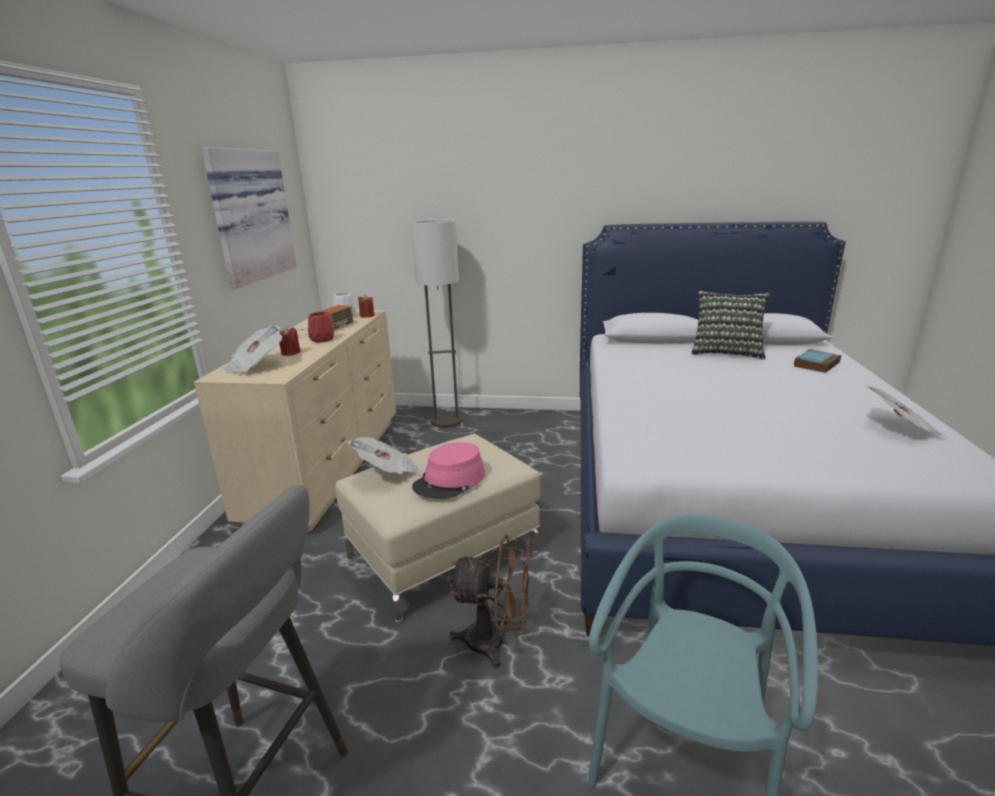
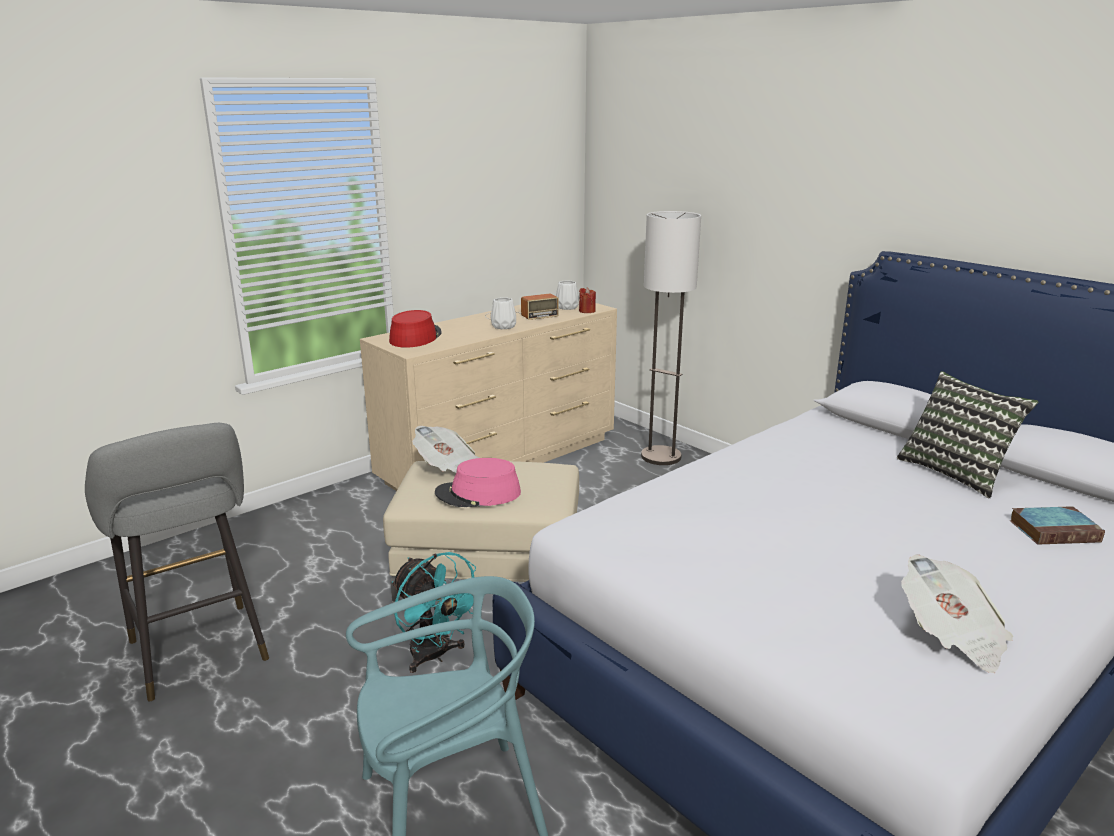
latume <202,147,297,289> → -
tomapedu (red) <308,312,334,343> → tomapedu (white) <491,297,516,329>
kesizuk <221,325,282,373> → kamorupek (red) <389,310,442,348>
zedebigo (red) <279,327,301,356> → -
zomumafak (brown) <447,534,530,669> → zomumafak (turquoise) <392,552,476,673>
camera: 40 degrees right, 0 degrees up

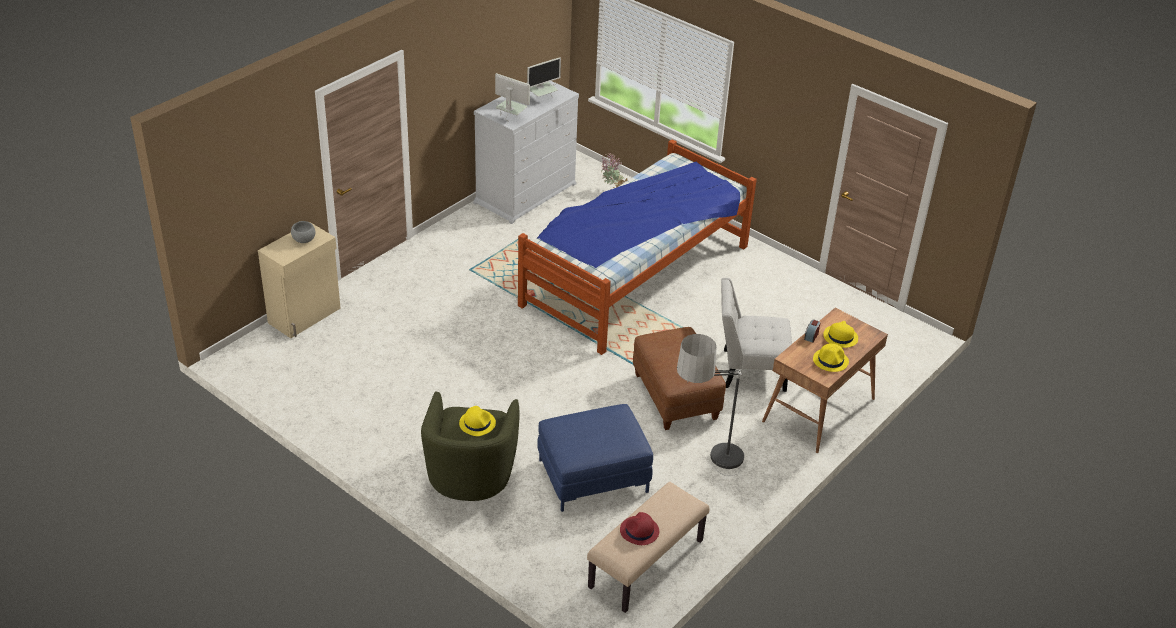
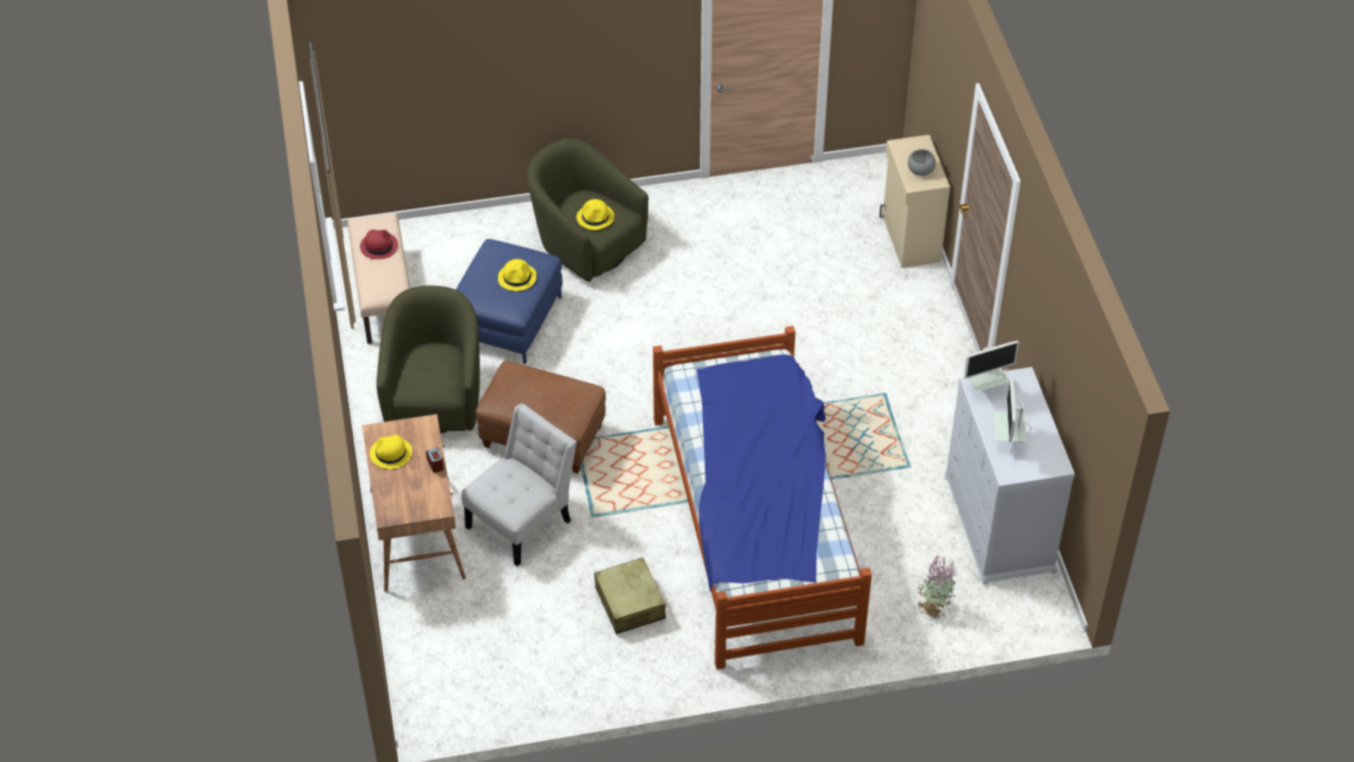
kamorupek (yellow) <823,321,858,348> → kamorupek (yellow) <498,259,537,291>, shifted
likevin <677,334,745,476> → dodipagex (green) <376,286,480,433>
- → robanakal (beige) <594,557,666,634>
camera: 130 degrees right, 10 degrees up

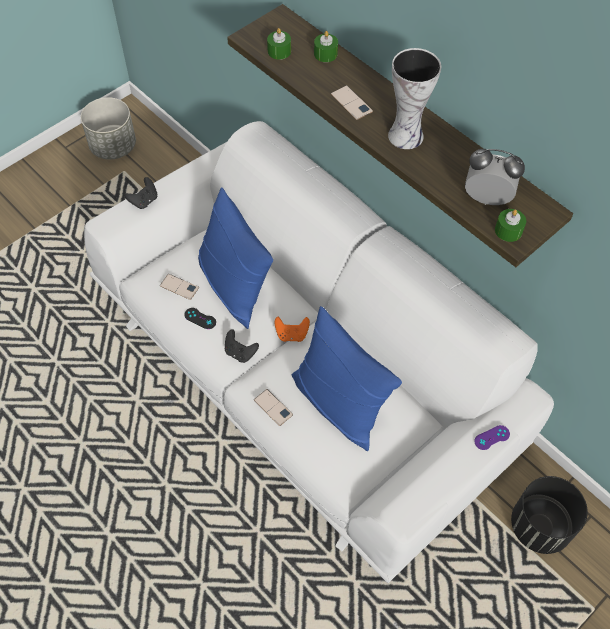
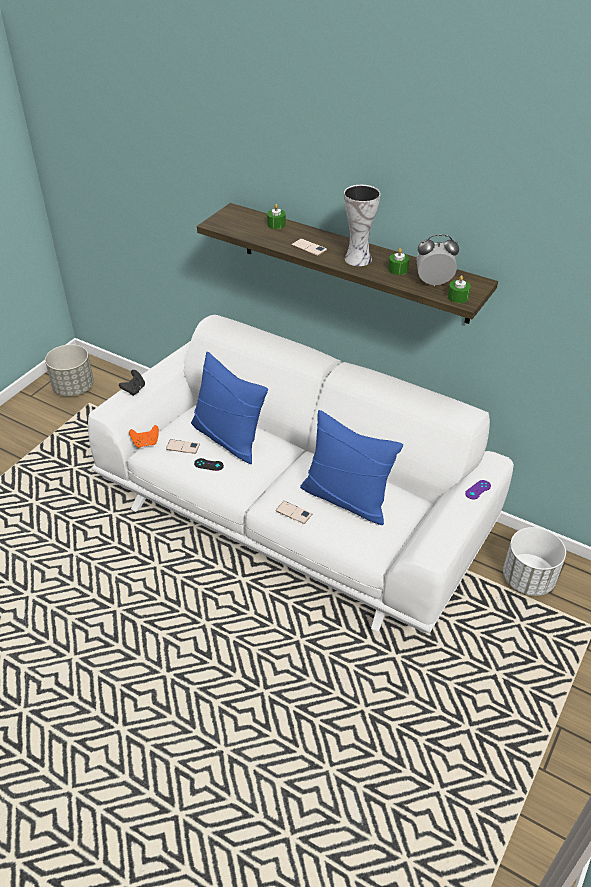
zedebigo (green) <267,28,291,60> → zedebigo (green) <388,248,409,275>, shifted
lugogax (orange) <275,317,310,342> → lugogax (orange) <129,425,159,448>, shifted
lugogax (black) <225,329,259,363> → -
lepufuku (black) <511,476,588,554> → lepufuku (white) <503,527,566,596>
camera: 15 degrees left, 15 degrees down

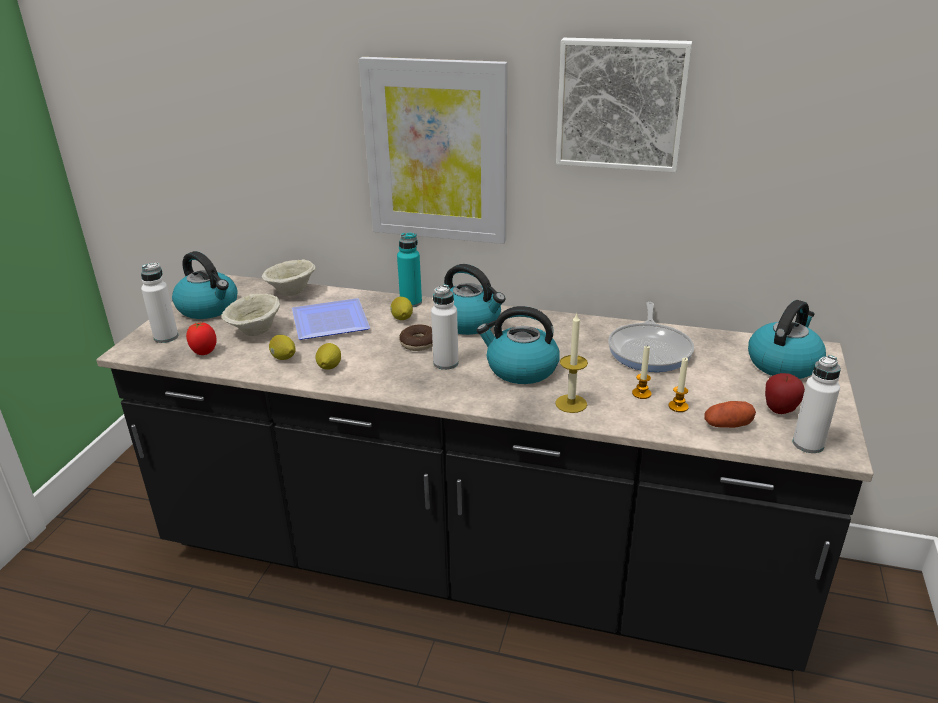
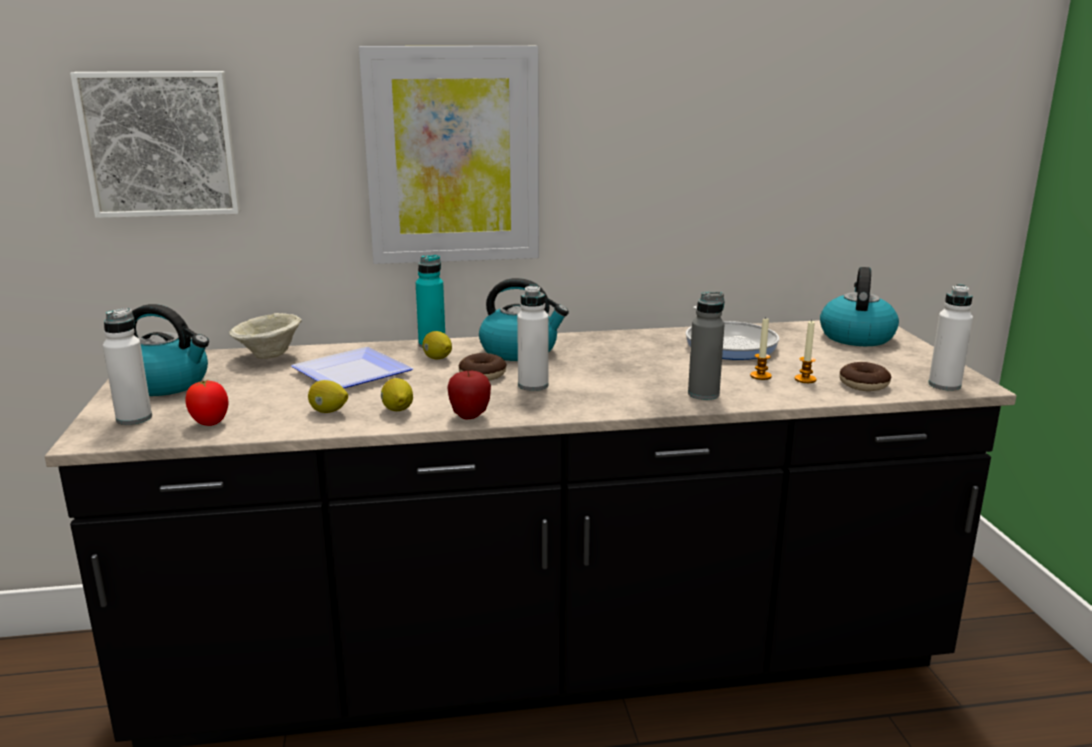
latume <556,38,692,172> → latume <70,71,241,218>, shifted
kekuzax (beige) <221,294,280,336> → -
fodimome <477,306,560,384> → -
zedebigo <555,314,588,413> → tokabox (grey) <688,292,725,400>
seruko <765,373,805,414> → seruko <447,371,491,419>, shifted
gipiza <705,401,756,428> → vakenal <839,362,891,391>
camera: 25 degrees left, 10 degrees down

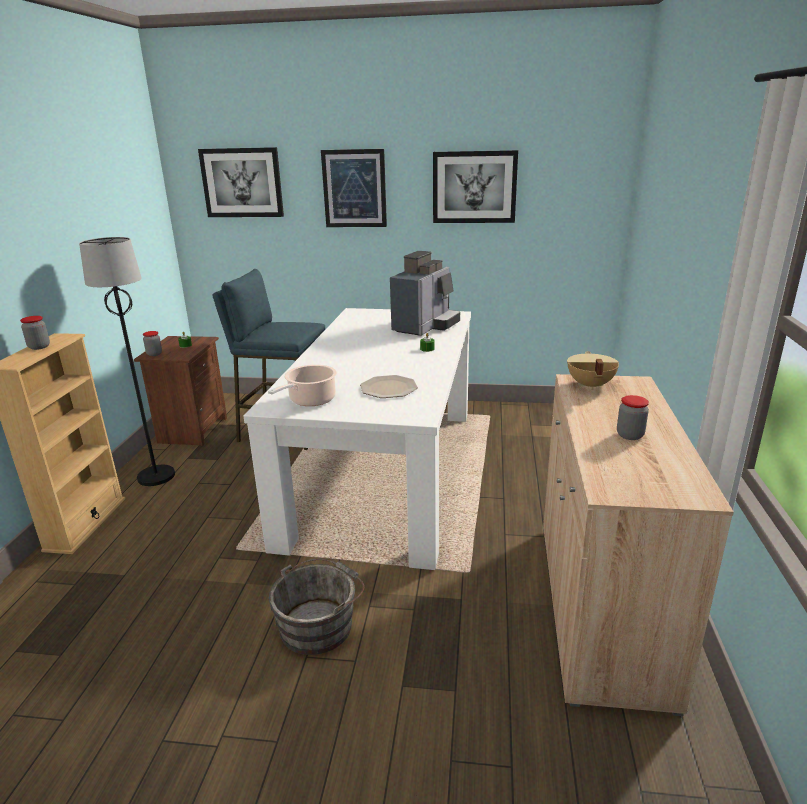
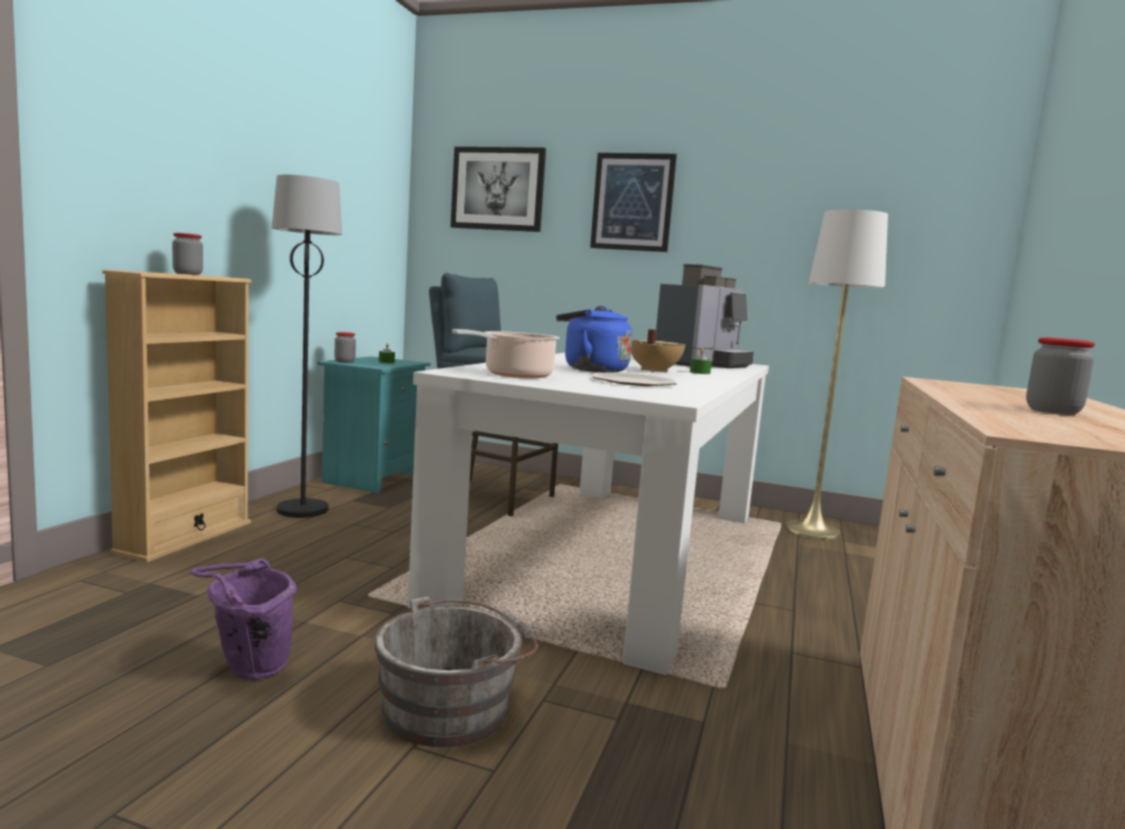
latume <433,150,518,223> → -
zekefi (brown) <134,336,227,446> → zekefi (turquoise) <317,356,430,493>
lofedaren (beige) <567,351,619,390> → lofedaren (beige) <631,329,686,373>, shifted
- → likevin (white) <785,209,888,540>
- → fodimome (blue) <556,306,633,373>
- → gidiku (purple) <190,558,296,679>
camera: 10 degrees right, 15 degrees down

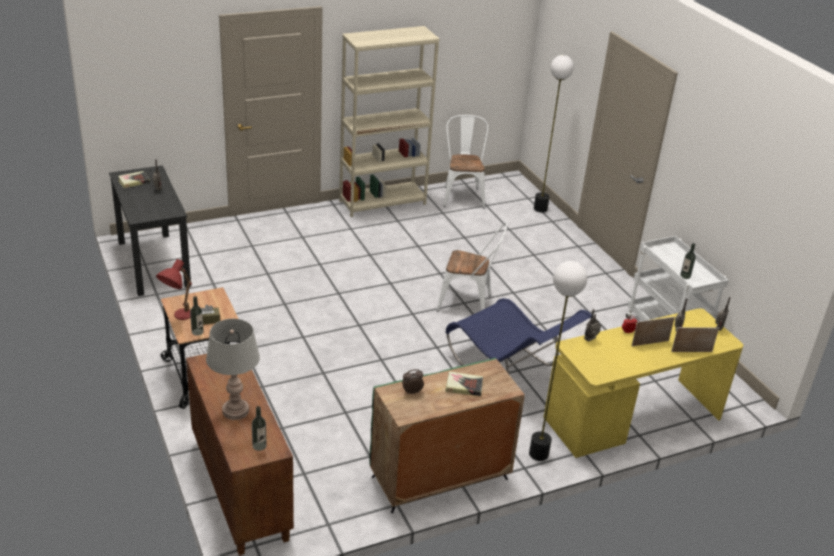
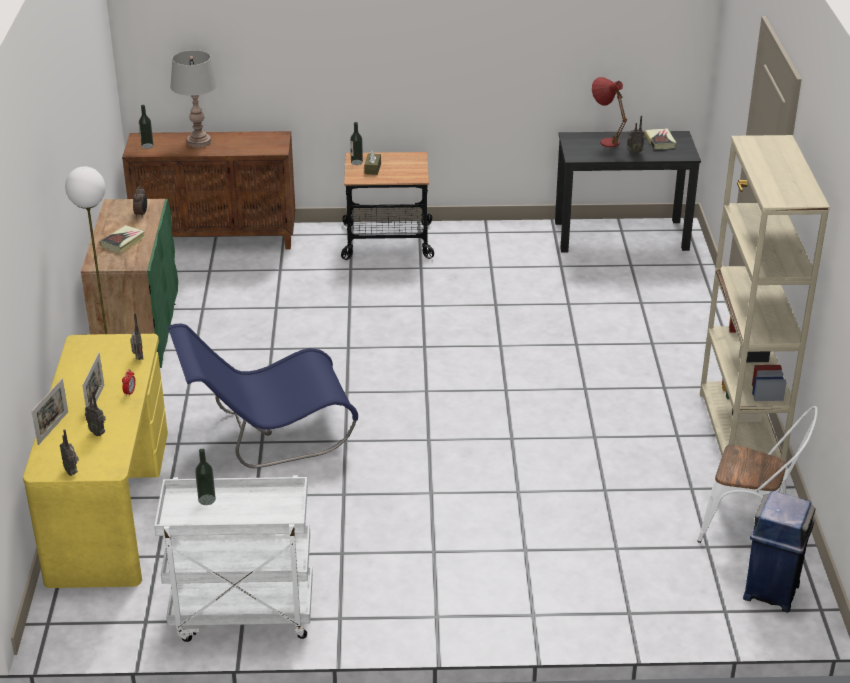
likevin <534,55,574,213> → -
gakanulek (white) <436,222,507,312> → -
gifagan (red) <156,259,192,320> → gifagan (red) <592,77,628,147>, shifted
- → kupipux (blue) <743,491,815,613>
camera: 115 degrees right, 0 degrees up

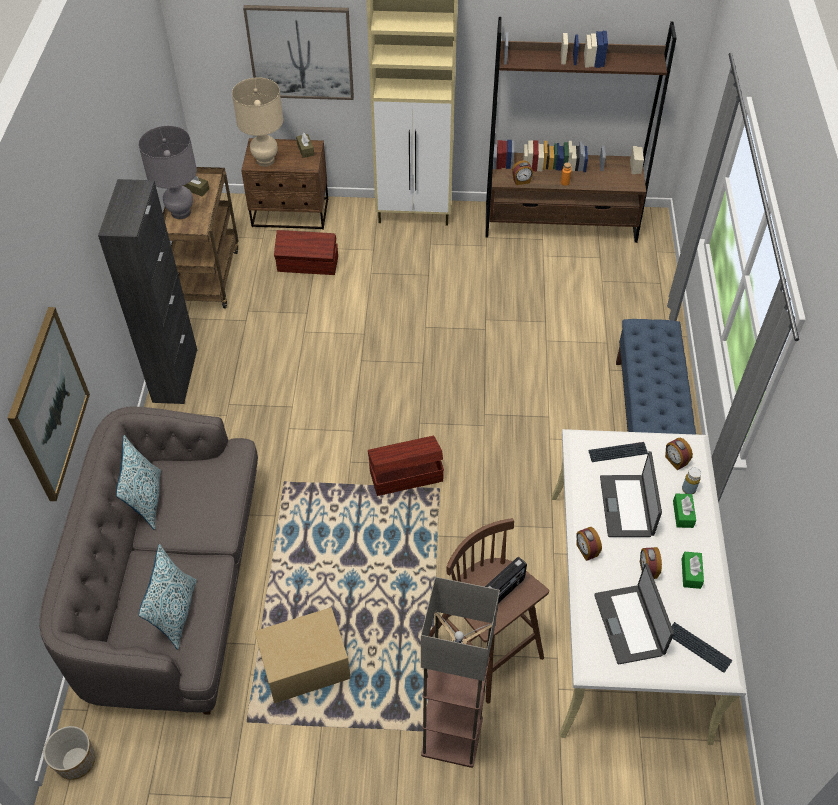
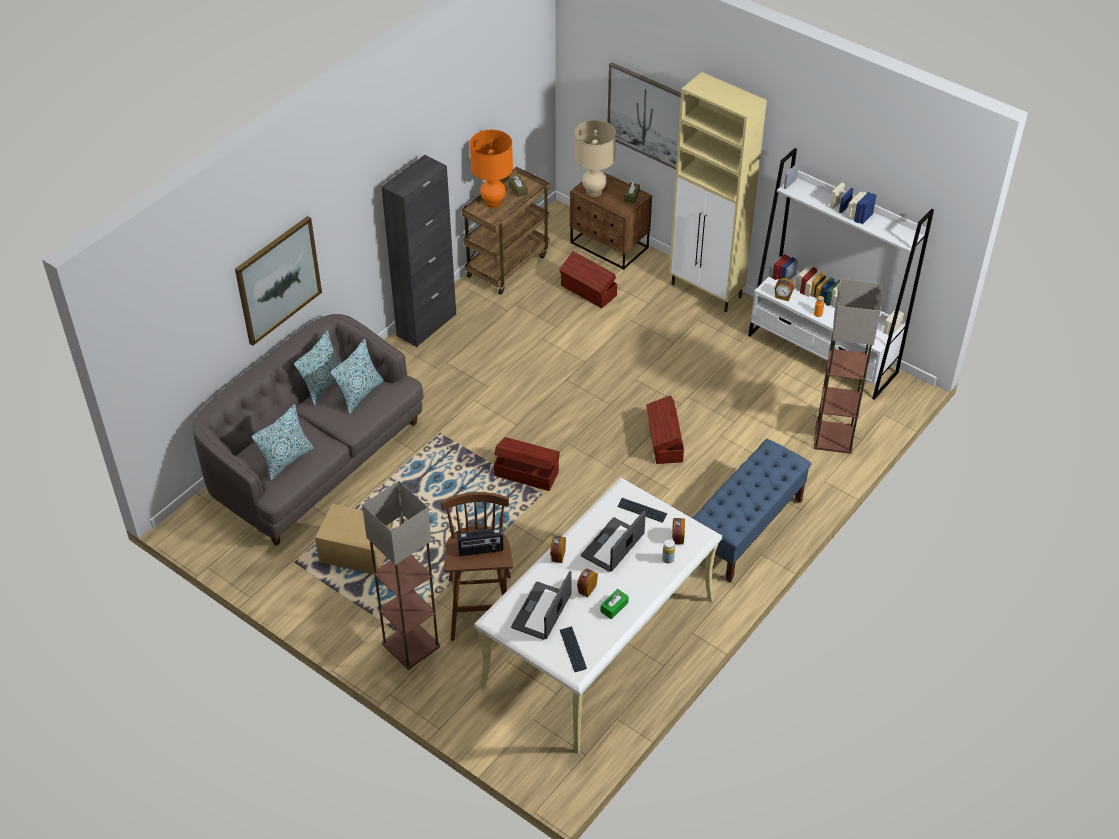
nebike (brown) <486,17,677,243> → nebike (white) <748,148,934,400>
gifagan (grey) <138,126,197,219> → gifagan (orange) <470,130,513,208>
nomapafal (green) <673,494,696,528> → -
lepufuku <44,726,95,780> → -
- → likevin <814,279,882,454>
- → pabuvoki <330,339,383,414>
- → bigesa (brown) <646,395,684,464>
camera: 35 degrees right, 5 degrees down

